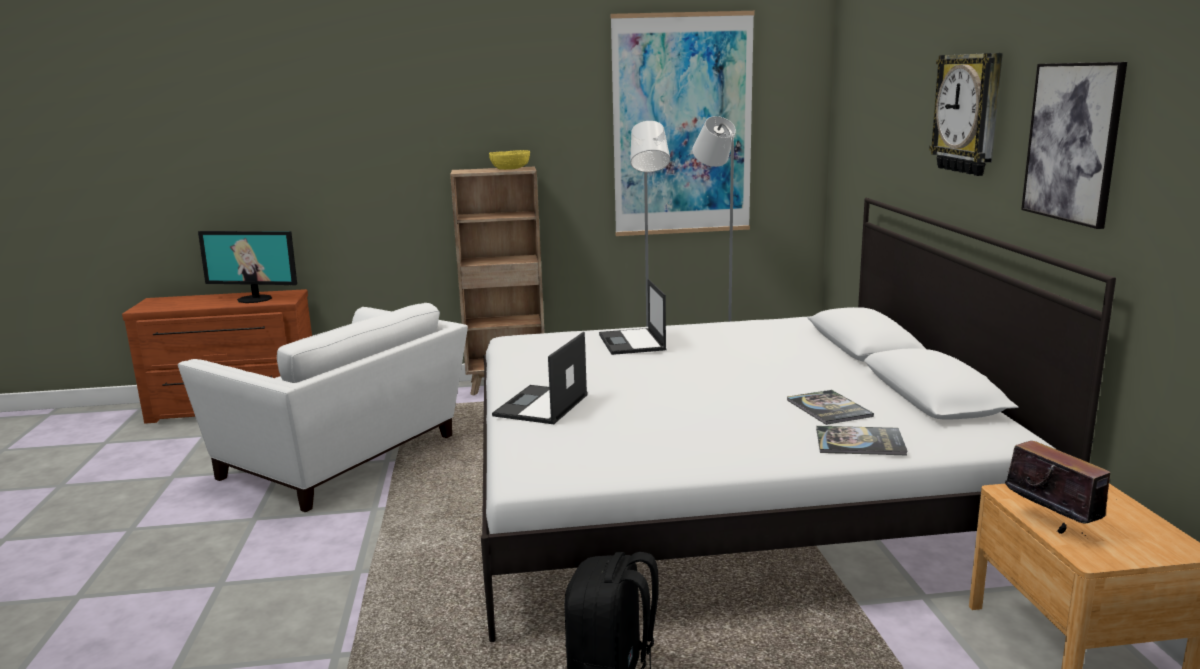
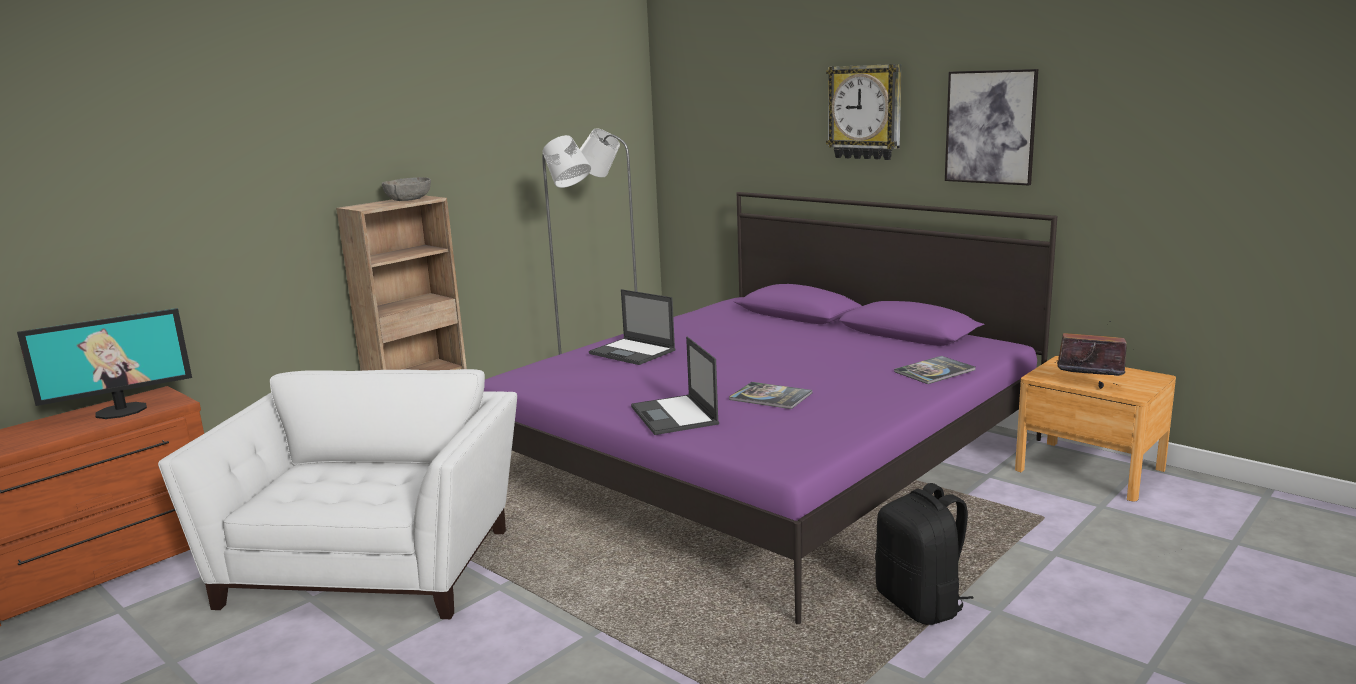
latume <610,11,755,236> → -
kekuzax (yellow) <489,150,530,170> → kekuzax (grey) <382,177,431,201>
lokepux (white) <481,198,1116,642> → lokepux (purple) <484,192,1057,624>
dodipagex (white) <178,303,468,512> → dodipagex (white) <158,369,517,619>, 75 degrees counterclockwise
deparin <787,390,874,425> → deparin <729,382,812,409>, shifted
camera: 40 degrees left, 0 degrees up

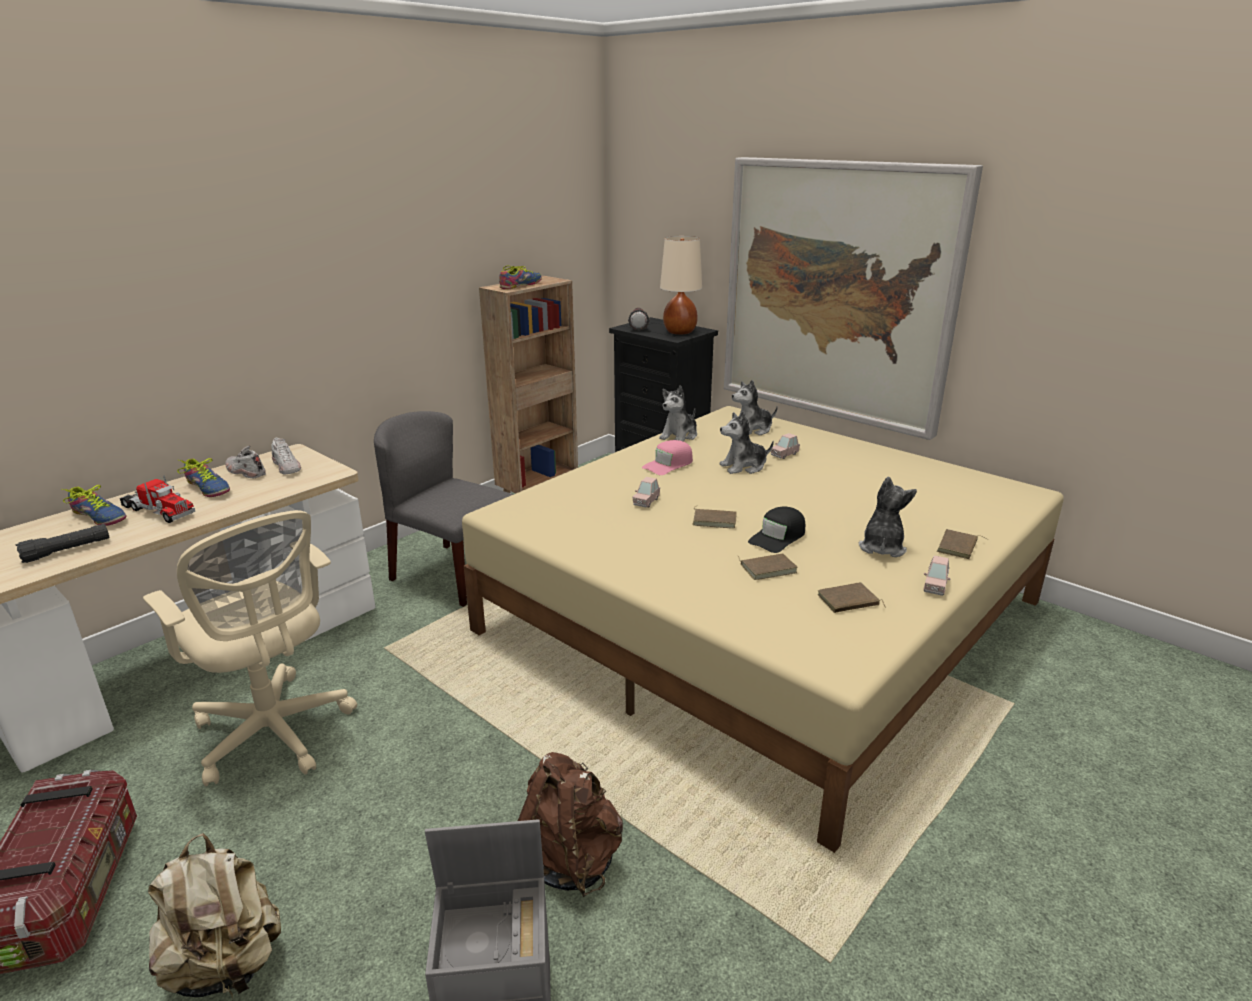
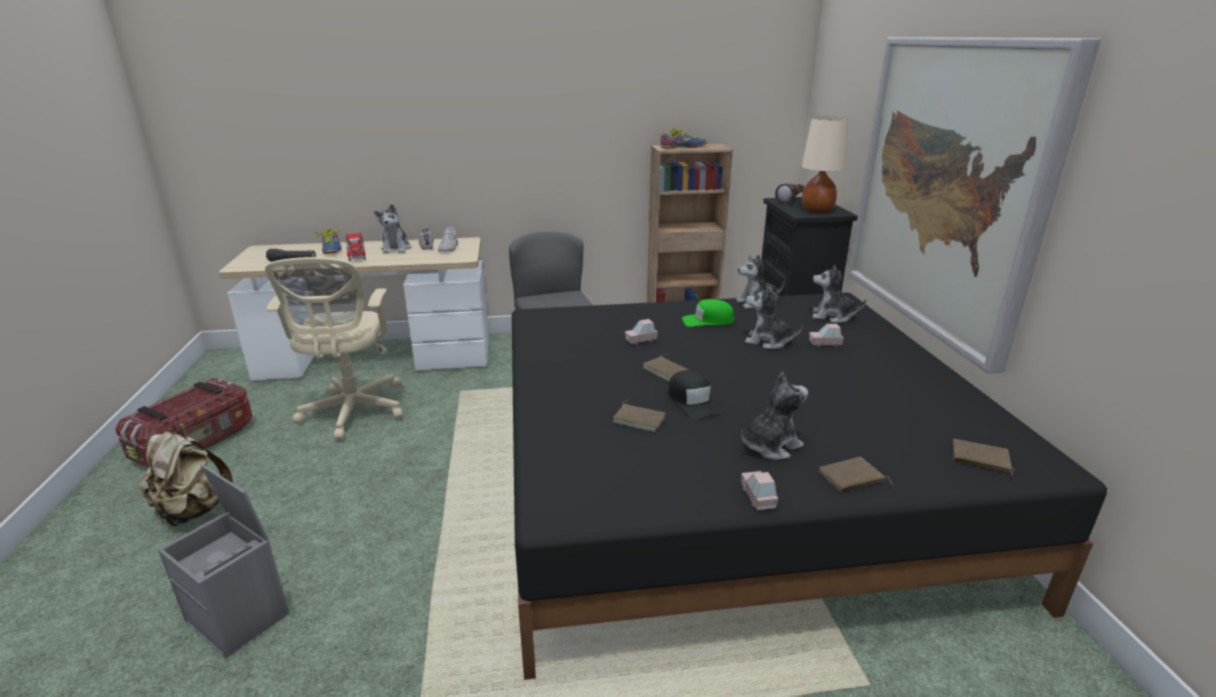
lokepux (beige) <462,406,1064,853> → lokepux (black) <512,293,1107,680>
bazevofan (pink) <642,440,693,475> → bazevofan (green) <682,299,734,327>
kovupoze <177,458,230,497> → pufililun <374,204,411,254>
bazevofan (black) <748,507,805,553> → bazevofan (black) <668,370,723,419>, 105 degrees counterclockwise
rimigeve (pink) <923,556,950,596> → rimigeve (pink) <741,471,778,511>, 105 degrees clockwise
deparin (brown) <818,582,885,613> → deparin (brown) <953,439,1015,476>, shifted
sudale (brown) <518,752,623,897> → -
camera: 40 degrees right, 0 degrees up

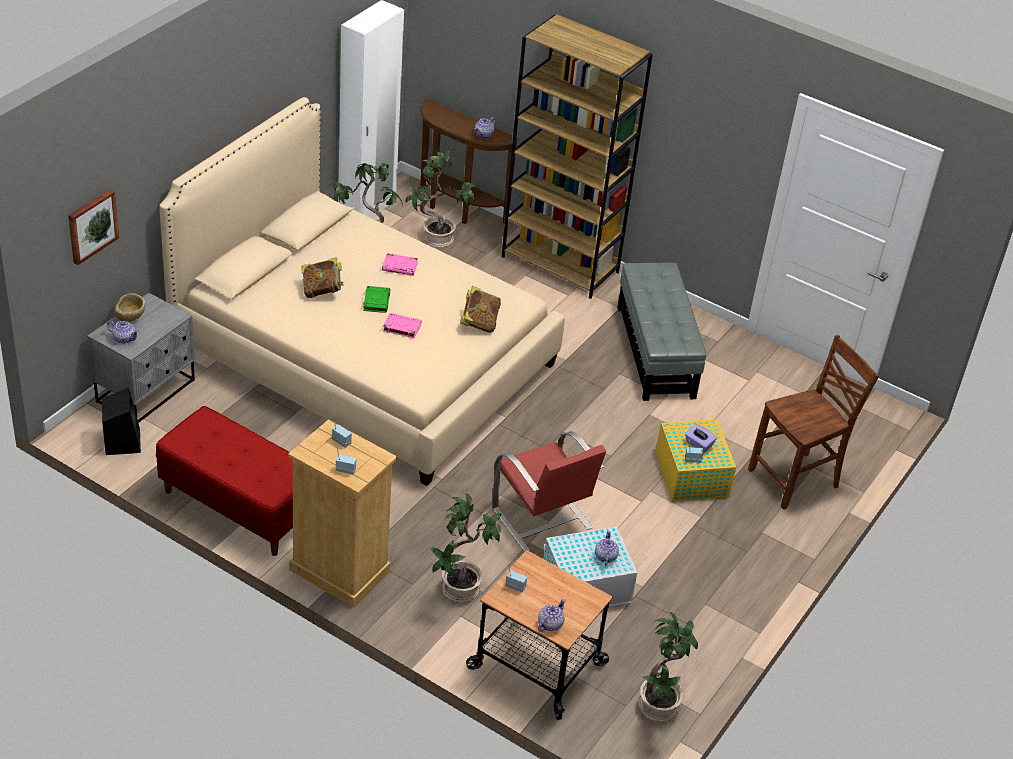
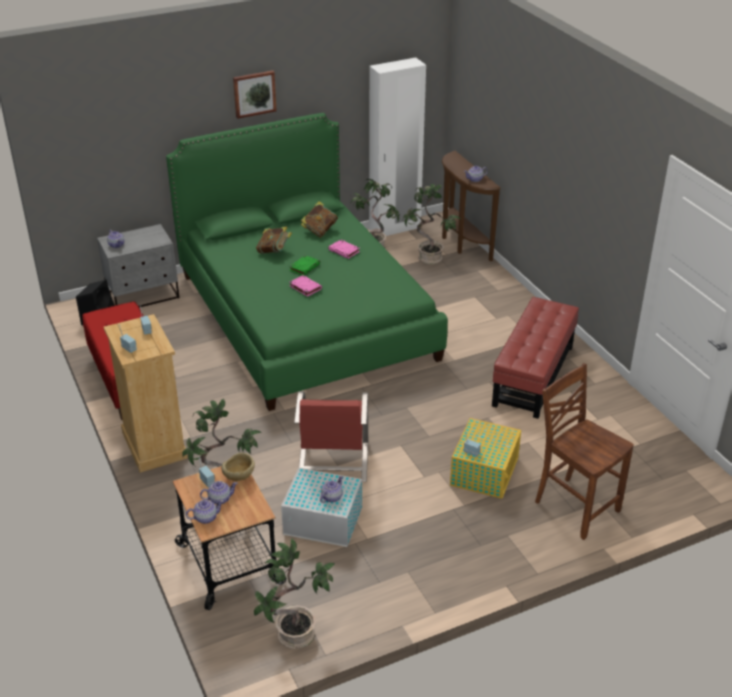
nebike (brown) <501,14,653,299> → -
lokepux (beige) <159,97,565,486> → lokepux (green) <166,113,448,411>
latume <68,189,119,265> → latume <233,71,277,119>, shifted
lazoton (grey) <617,262,706,401> → lazoton (red) <492,297,579,419>
deparin <460,286,501,333> → deparin <301,201,338,238>, shifted
kekuzax (beige) <114,293,146,322> → kekuzax (beige) <221,453,255,481>, shifted
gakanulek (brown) <748,334,879,510> → gakanulek (brown) <535,363,634,540>, 135 degrees counterclockwise
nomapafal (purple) <685,424,717,453> → -
- → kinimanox <200,481,237,504>
camera: 35 degrees right, 5 degrees down

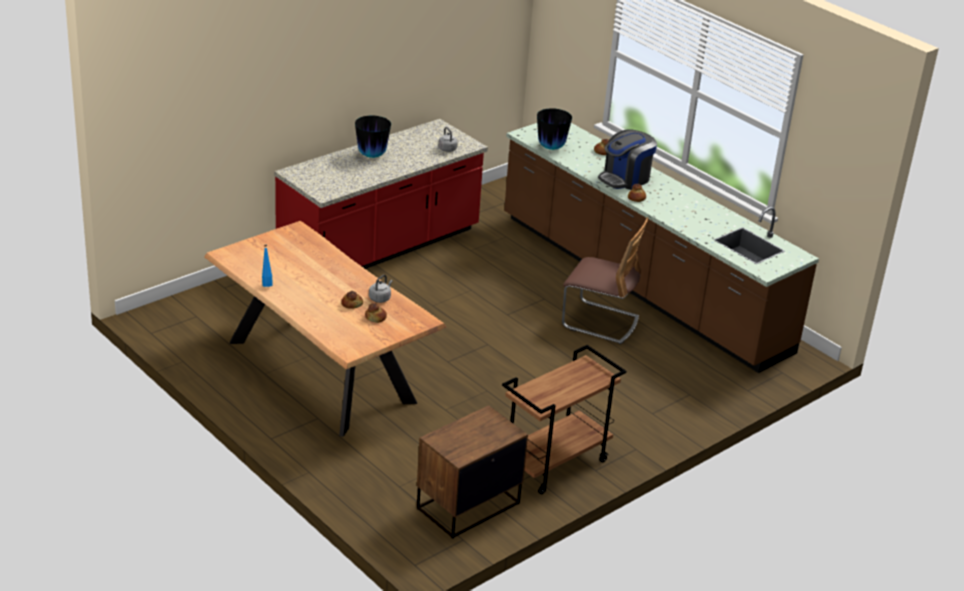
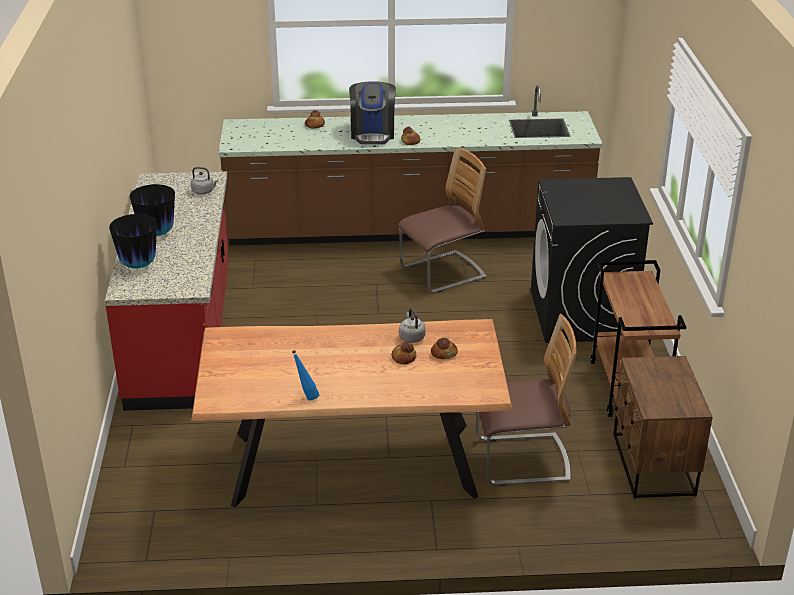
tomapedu <537,108,572,150> → tomapedu <109,214,157,268>, shifted
- → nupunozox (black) <531,177,653,343>
- → gakanulek <477,314,577,486>
camera: 50 degrees left, 0 degrees up

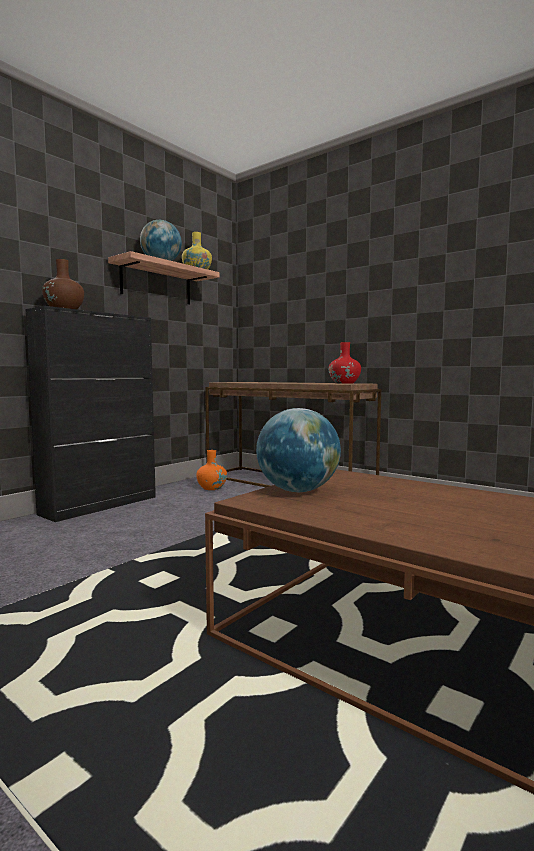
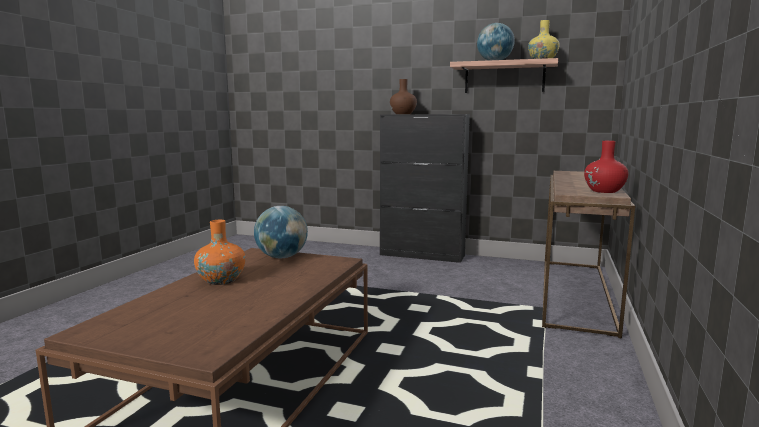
tomapedu (orange) <196,450,227,490> → tomapedu (orange) <194,220,245,285>, shifted
camera: 70 degrees right, 5 degrees up

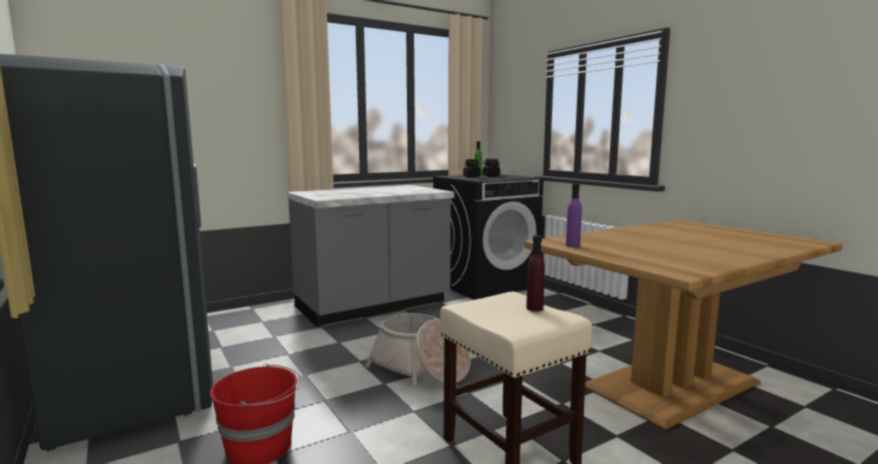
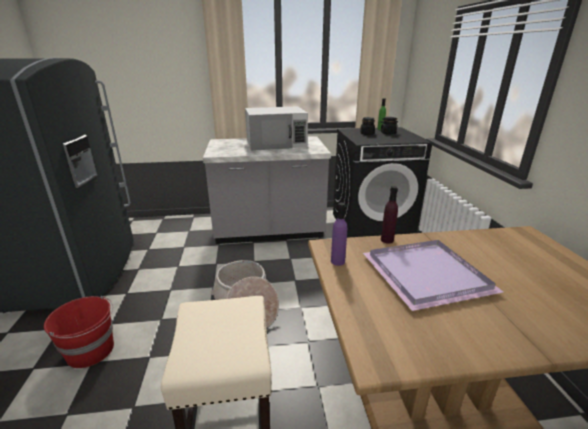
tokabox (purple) <526,235,545,312> → tokabox (purple) <381,186,398,244>, shifted
- → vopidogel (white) <245,106,308,151>
- → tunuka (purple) <363,240,503,311>
camera: 25 degrees right, 15 degrees up

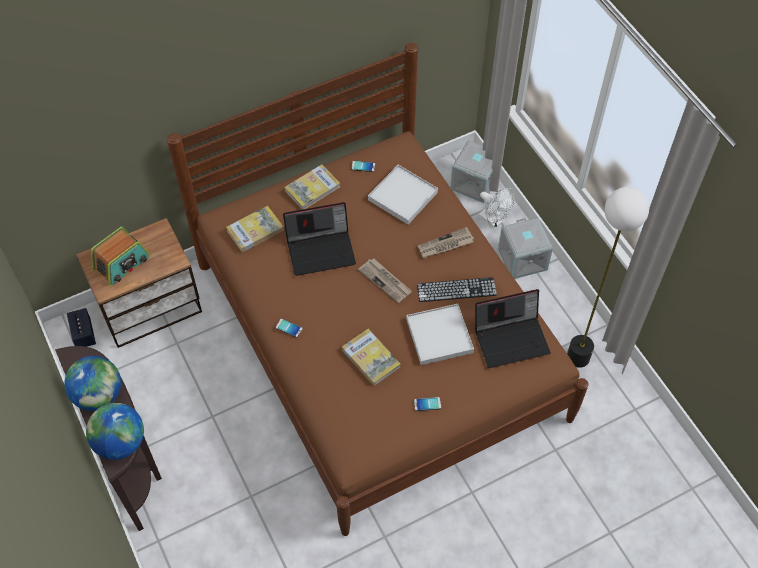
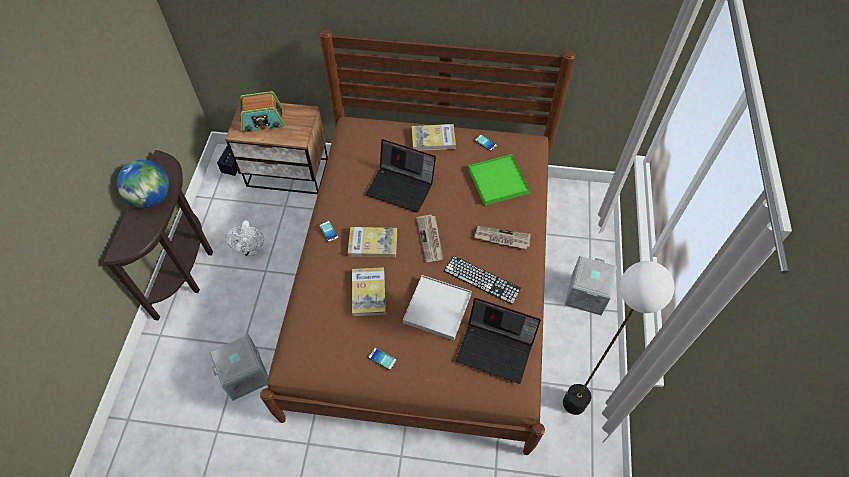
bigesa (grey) <450,140,493,203> → bigesa (grey) <209,334,268,401>, shifted
tunuka (white) <368,165,438,225> → tunuka (green) <468,154,530,206>
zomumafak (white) <479,188,514,228> → zomumafak (white) <225,220,264,257>, shifted
deparin <226,206,284,252> → deparin <348,227,397,258>, shifted
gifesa <86,403,144,460> → -
camera: 35 degrees right, 0 degrees up

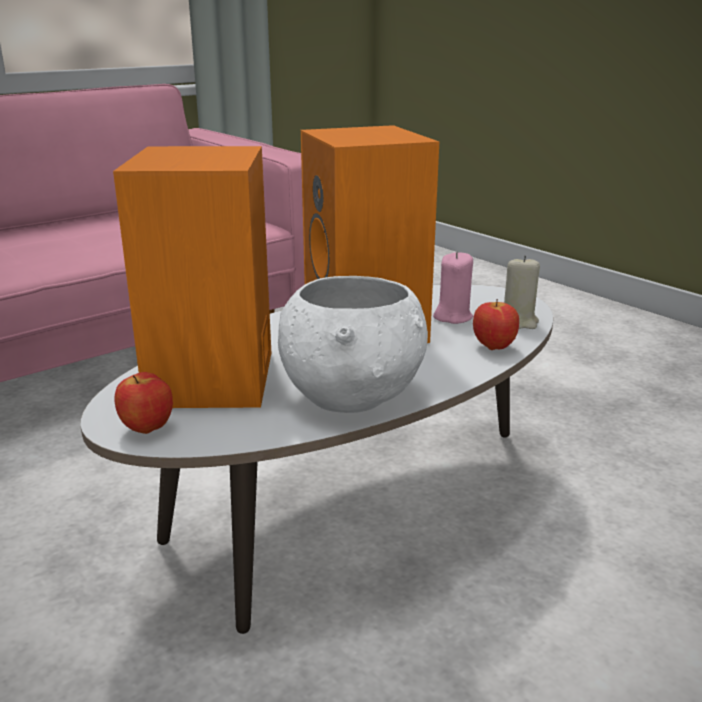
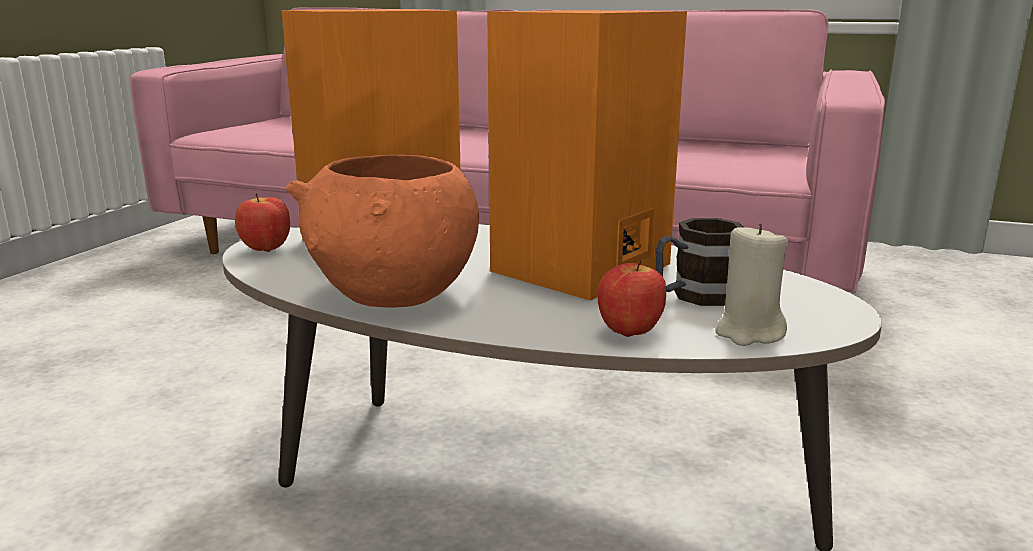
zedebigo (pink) <433,252,473,324> → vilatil <655,218,743,306>
kekuzax (white) <278,276,428,413> → kekuzax (orange) <286,155,479,308>
camera: 60 degrees right, 5 degrees down

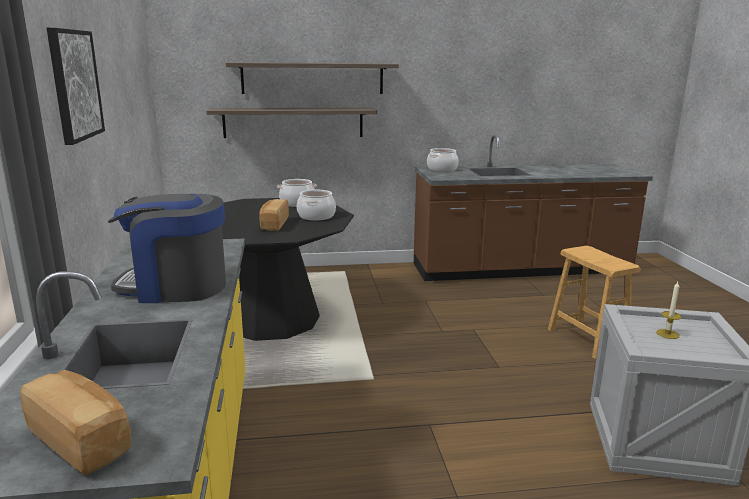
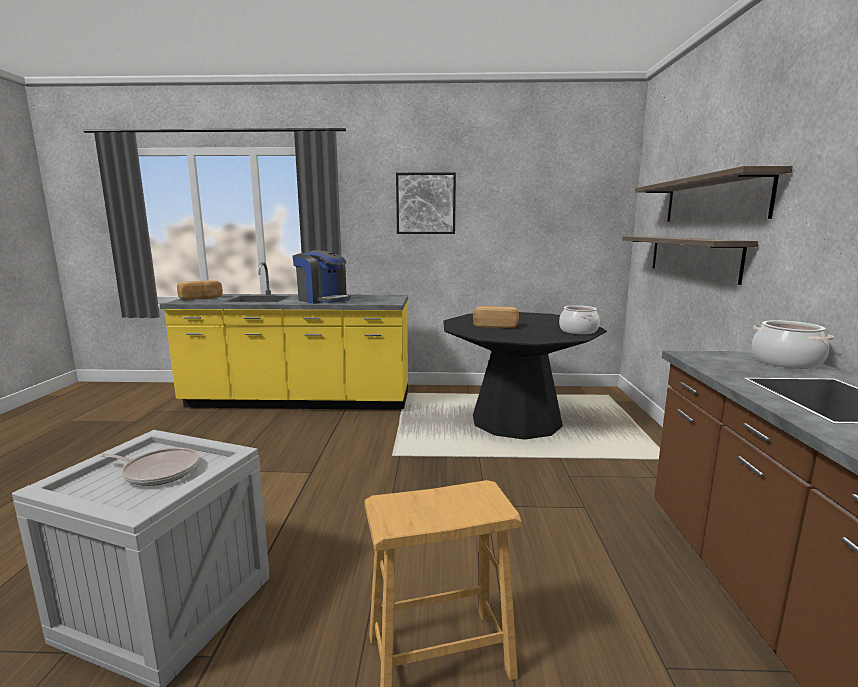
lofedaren <297,190,336,221> → -
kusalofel <108,194,226,303> → kusalofel <293,250,351,304>, 120 degrees clockwise
zedebigo <656,282,682,339> → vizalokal <100,447,200,486>
camera: 100 degrees right, 5 degrees down

